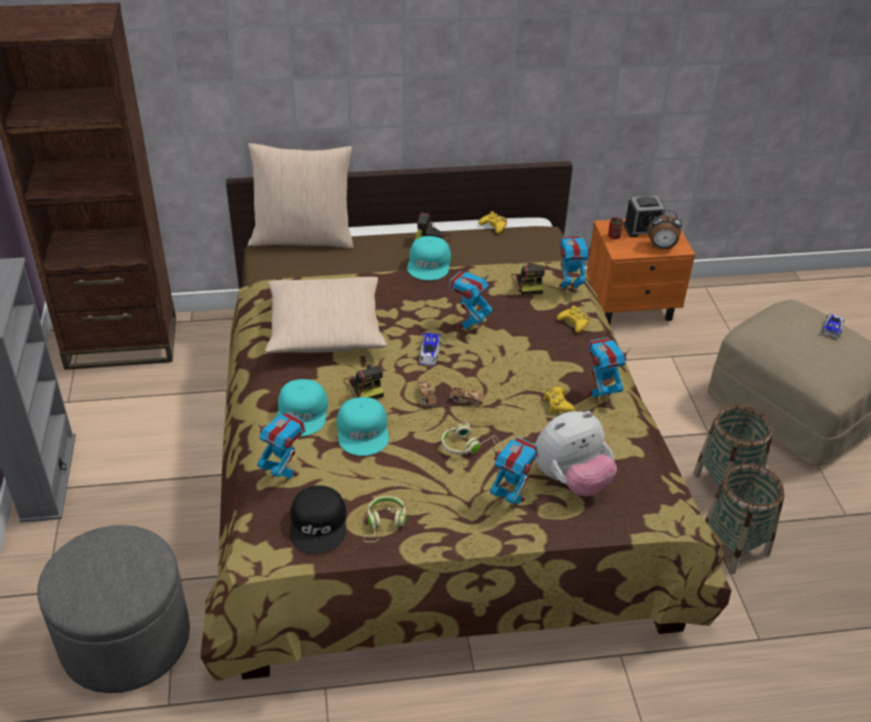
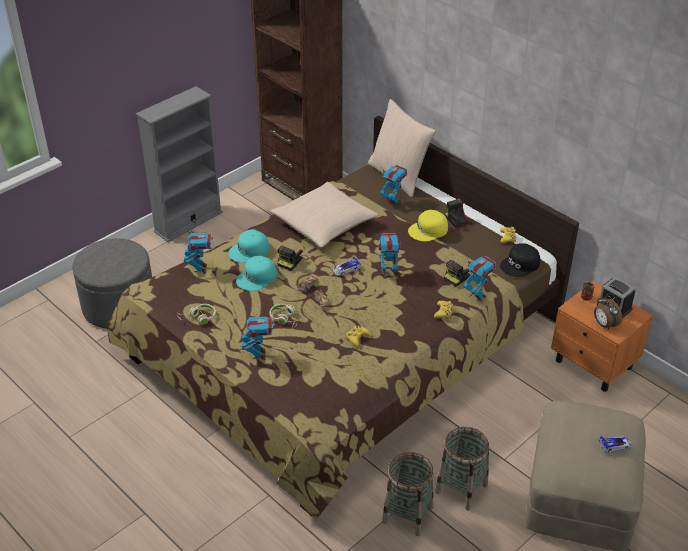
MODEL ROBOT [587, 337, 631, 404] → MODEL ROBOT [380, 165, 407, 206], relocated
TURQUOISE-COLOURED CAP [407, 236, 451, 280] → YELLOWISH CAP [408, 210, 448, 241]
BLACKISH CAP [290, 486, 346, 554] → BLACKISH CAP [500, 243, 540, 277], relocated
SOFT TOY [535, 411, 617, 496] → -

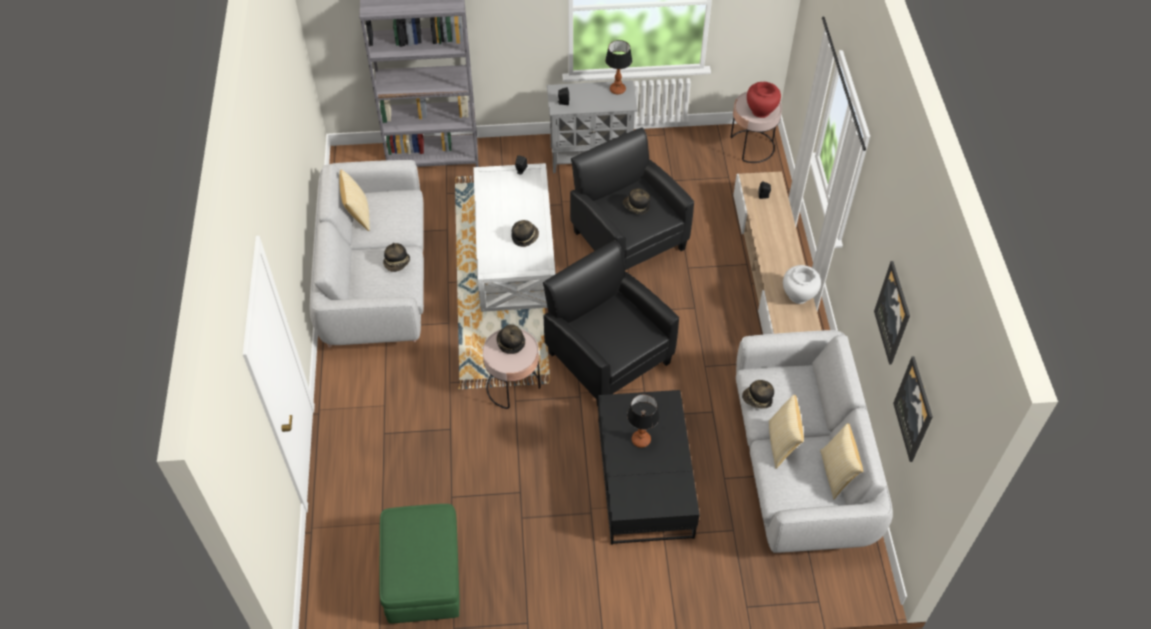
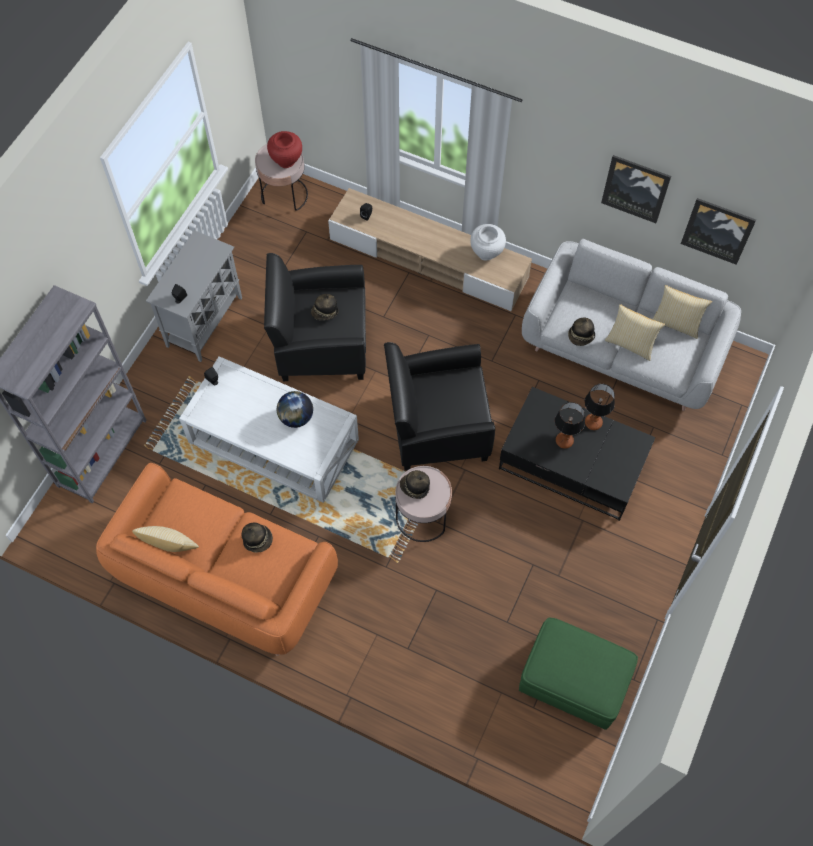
GREY COUCH [310, 160, 424, 348] → ORANGE-COLOURED COUCH [96, 463, 338, 656]
WEARABLE HAT [511, 220, 539, 247] → GLOBE [277, 391, 313, 428]
TABLE LAMP [605, 40, 632, 95] → TABLE LAMP [585, 384, 615, 430], relocated

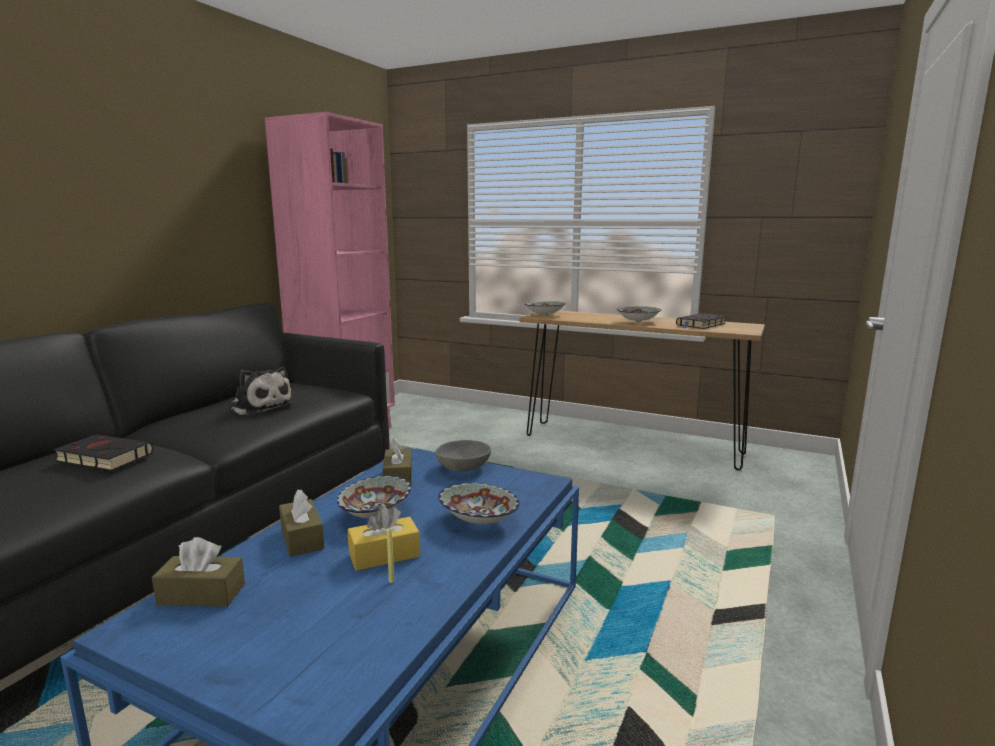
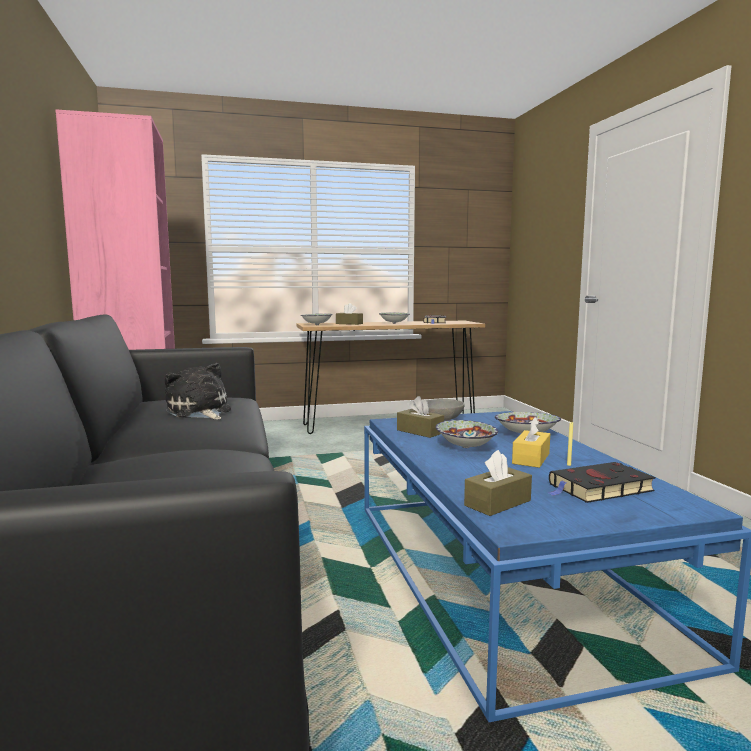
SOFT TOY [229, 367, 294, 415] → SOFT TOY [165, 363, 231, 420], 120 degrees counterclockwise
BROWN BOX OF TISSUES [279, 490, 324, 557] → BROWN BOX OF TISSUES [336, 303, 363, 325], relocated
BLACKISH BOUND BOOK [53, 434, 153, 471] → BLACKISH BOUND BOOK [549, 462, 656, 503], relocated

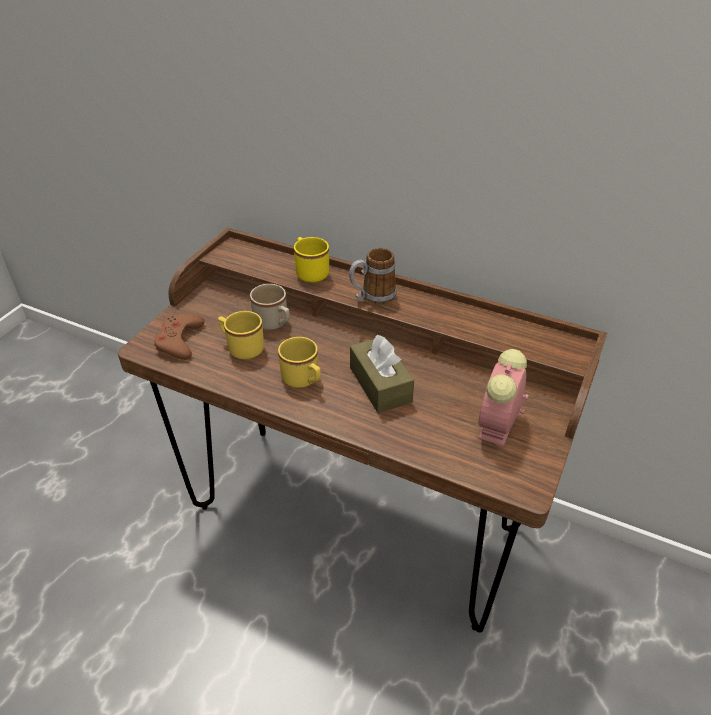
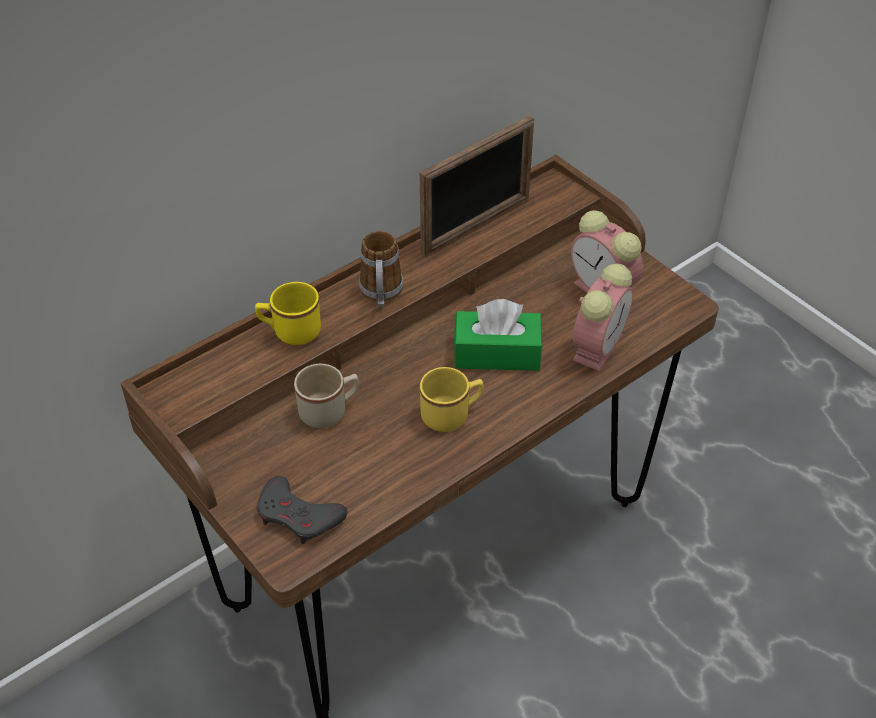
BROWN JOYPAD [154, 313, 204, 360] → GREY JOYPAD [257, 476, 347, 544]
- → PICTURE FRAME [420, 115, 534, 256]
BROWN BOX OF TISSUES [350, 335, 414, 413] → GREEN BOX OF TISSUES [454, 299, 542, 371]
- → BEDSIDE CLOCK [573, 263, 633, 371]
YELLOWISH MUG [218, 311, 264, 360] → -

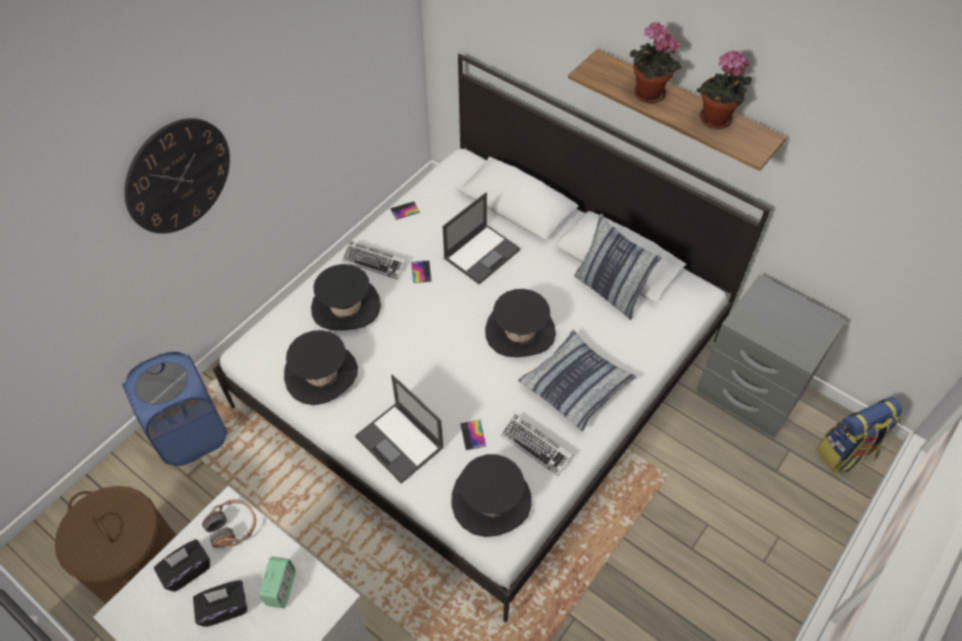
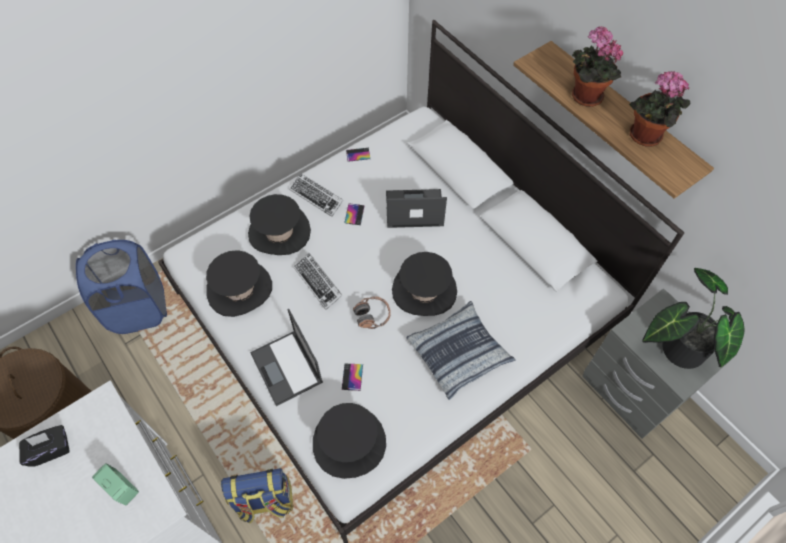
BEDSIDE CLOCK [259, 557, 295, 608] → BEDSIDE CLOCK [92, 463, 139, 505], 75 degrees counterclockwise
RUCKSACK [816, 397, 902, 473] → RUCKSACK [221, 468, 294, 524], relocated
COMPUTER KEYBOARD [501, 414, 573, 476] → COMPUTER KEYBOARD [293, 253, 343, 310], relocated
PAIR OF HEADPHONES [202, 499, 256, 548] → PAIR OF HEADPHONES [353, 296, 391, 329], relocated
NOTEBOOK COMPUTER [443, 192, 520, 284] → NOTEBOOK COMPUTER [386, 189, 447, 228], 150 degrees counterclockwise
- → PLANT IN A POT [642, 268, 744, 369]
WALL CLOCK [124, 118, 230, 234] → -
BLACKISH BOX OF TISSUES [193, 580, 247, 627] → -
CUSHION [574, 213, 662, 320] → -

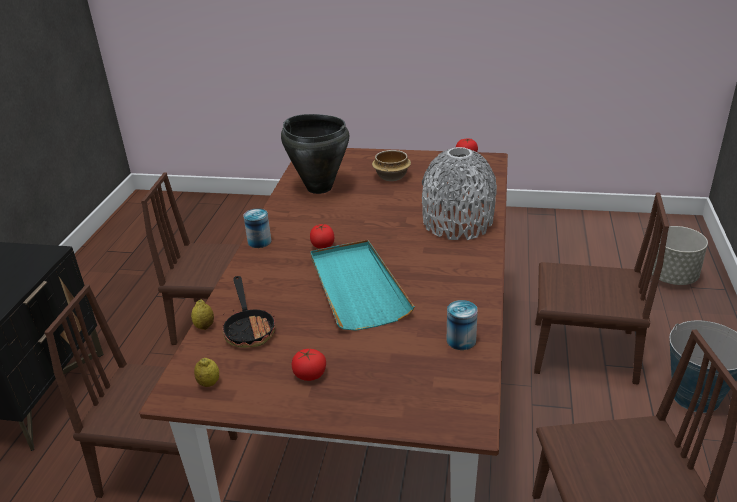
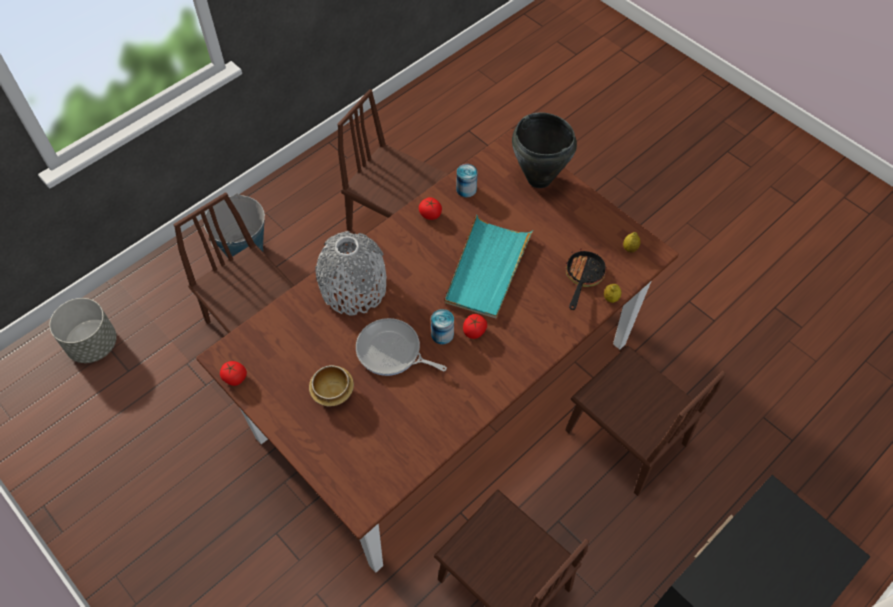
- → PAN [356, 318, 447, 376]
TOMATO [292, 349, 326, 381] → TOMATO [419, 197, 442, 220], relocated
CAN [243, 208, 271, 248] → CAN [431, 309, 454, 344], relocated
BLACKISH COOKING POT [281, 114, 349, 194] → BLACKISH COOKING POT [512, 112, 577, 188], relocated

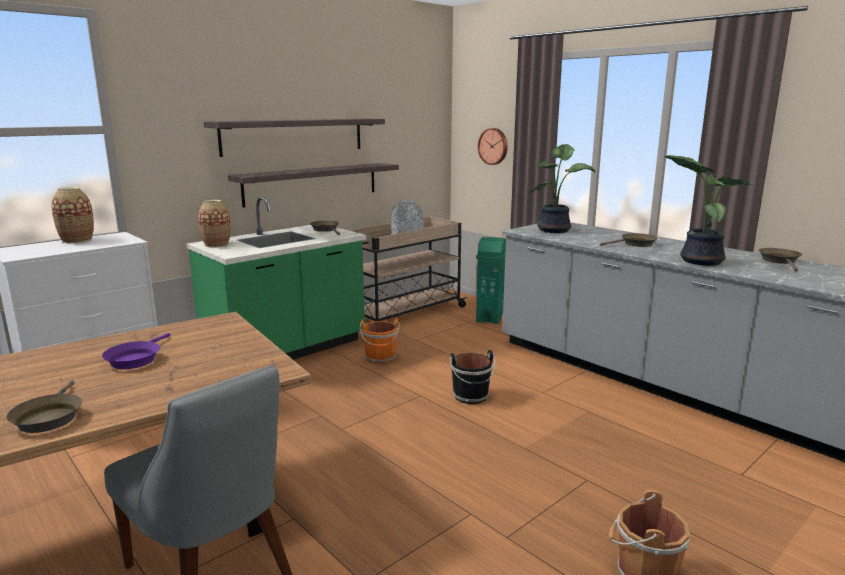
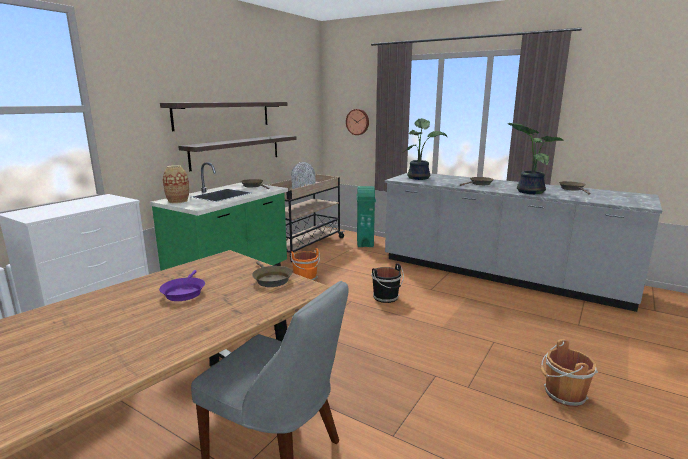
BROWN PAN [6, 380, 82, 433] → BROWN PAN [252, 261, 293, 287], relocated
DECORATIVE VASE [51, 187, 94, 243] → -

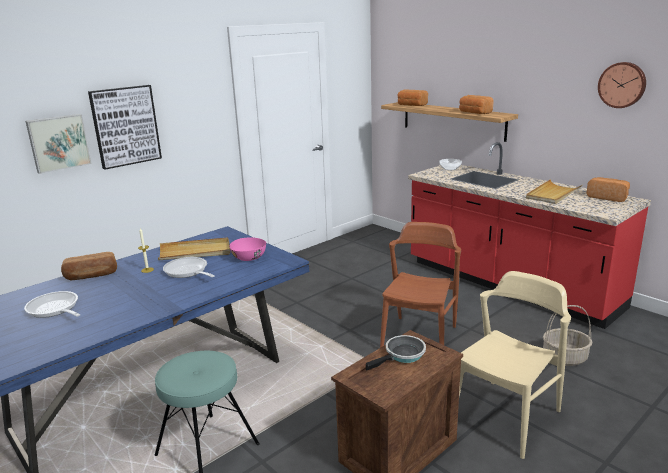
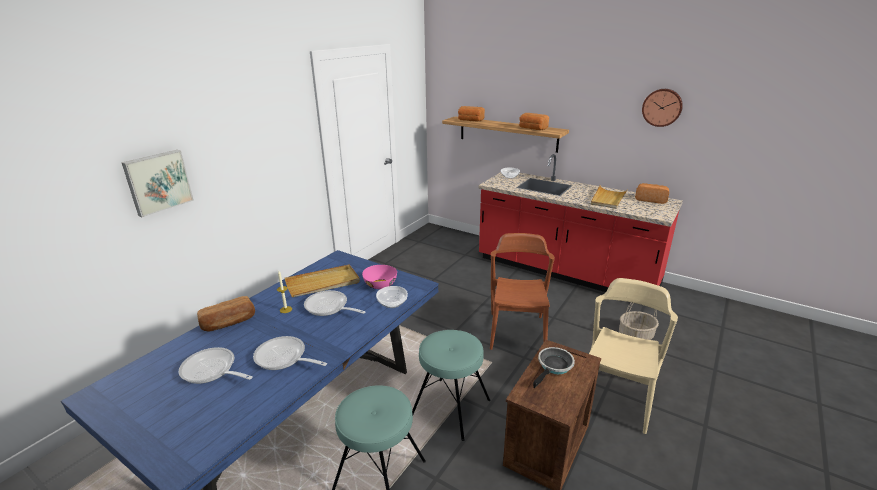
- → PAN [253, 336, 327, 370]
- → BOWL [376, 286, 408, 308]
- → TURQUOISE-COLOURED STOOL SEAT [412, 330, 490, 441]
PICTURE [88, 85, 162, 170] → -

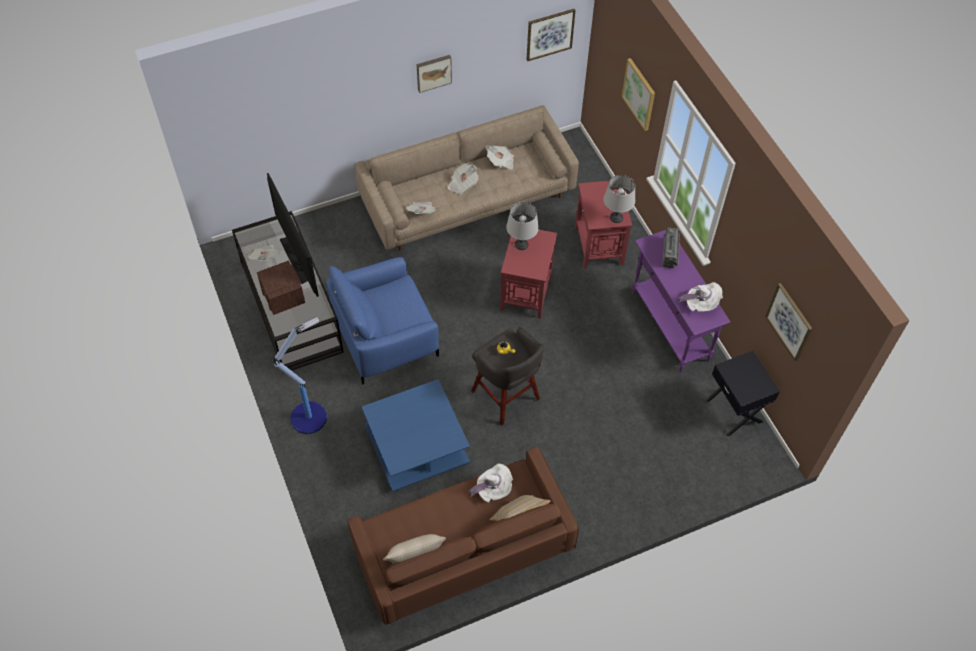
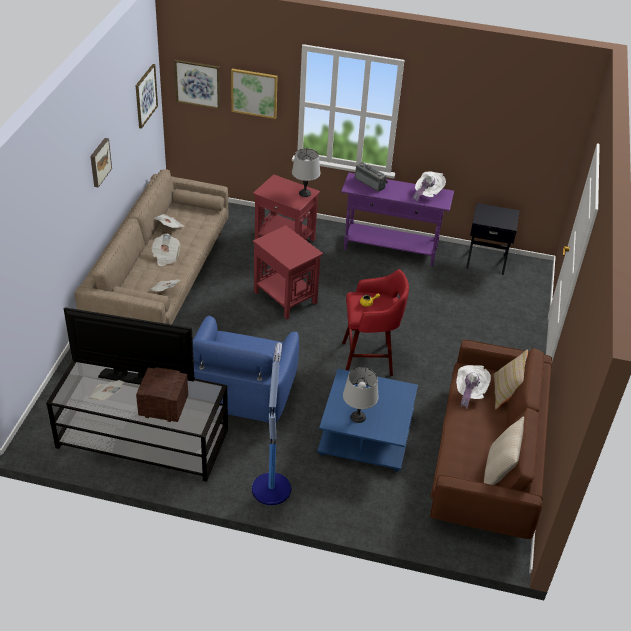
PICTURE [765, 283, 812, 361] → PICTURE [174, 60, 220, 109], relocated
GREY STOOL SEAT [471, 327, 544, 425] → RED-COLOURED STOOL SEAT [342, 269, 409, 376]
GREY TABLE LAMP [506, 202, 539, 250] → GREY TABLE LAMP [343, 367, 379, 423], relocated

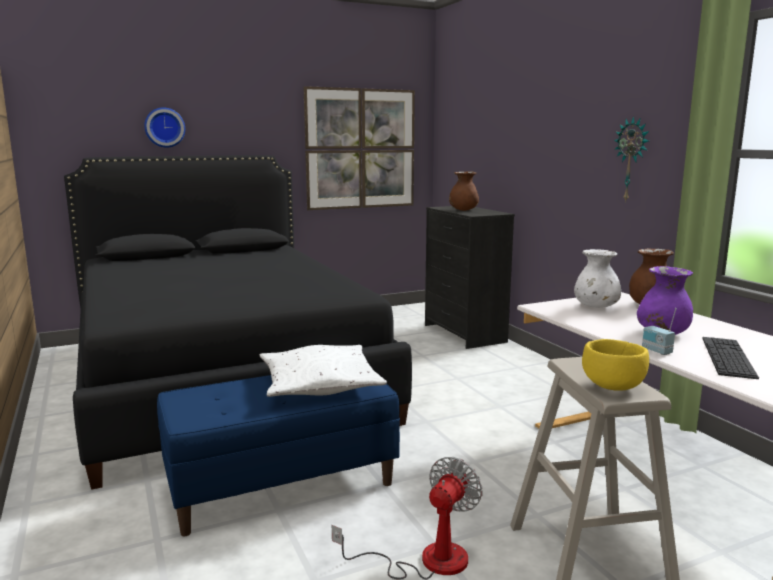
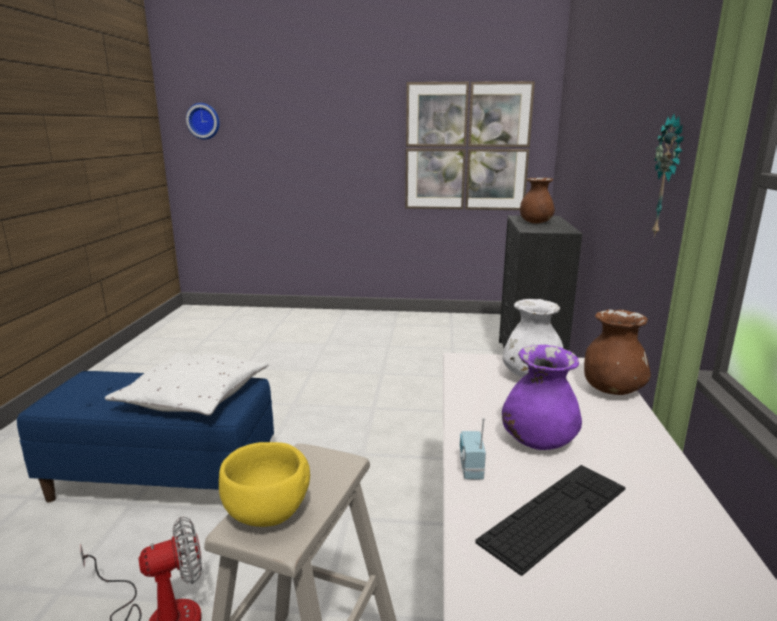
WALL CLOCK [144, 107, 185, 148] → WALL CLOCK [186, 103, 220, 140], relocated
BLACKISH BED [64, 155, 412, 490] → -

